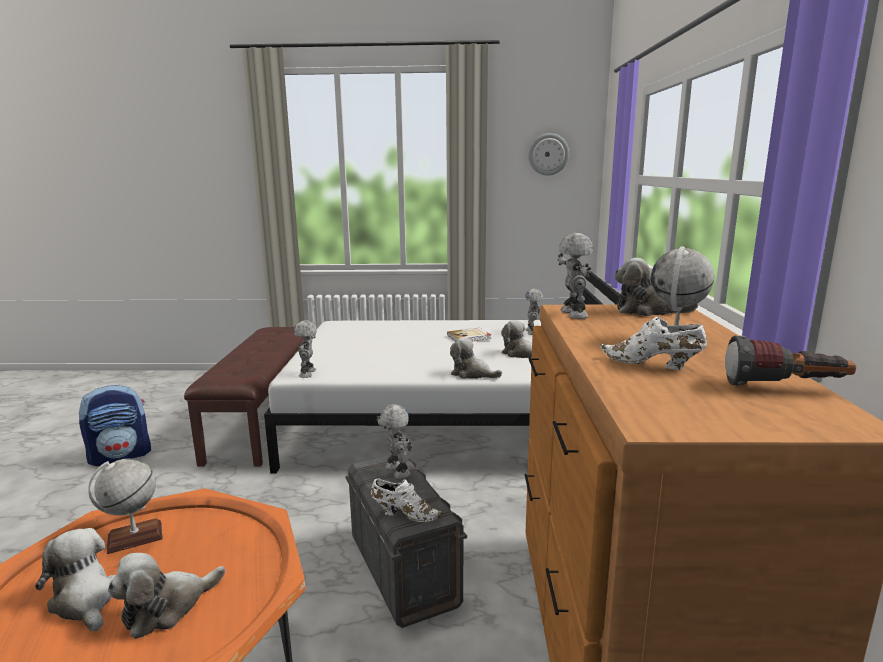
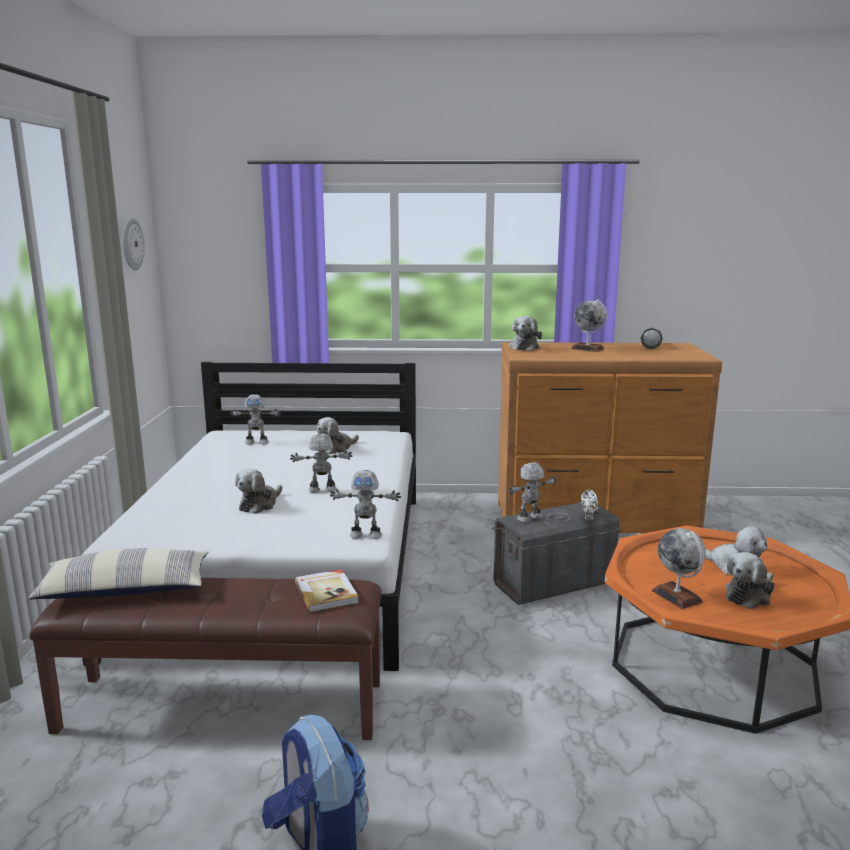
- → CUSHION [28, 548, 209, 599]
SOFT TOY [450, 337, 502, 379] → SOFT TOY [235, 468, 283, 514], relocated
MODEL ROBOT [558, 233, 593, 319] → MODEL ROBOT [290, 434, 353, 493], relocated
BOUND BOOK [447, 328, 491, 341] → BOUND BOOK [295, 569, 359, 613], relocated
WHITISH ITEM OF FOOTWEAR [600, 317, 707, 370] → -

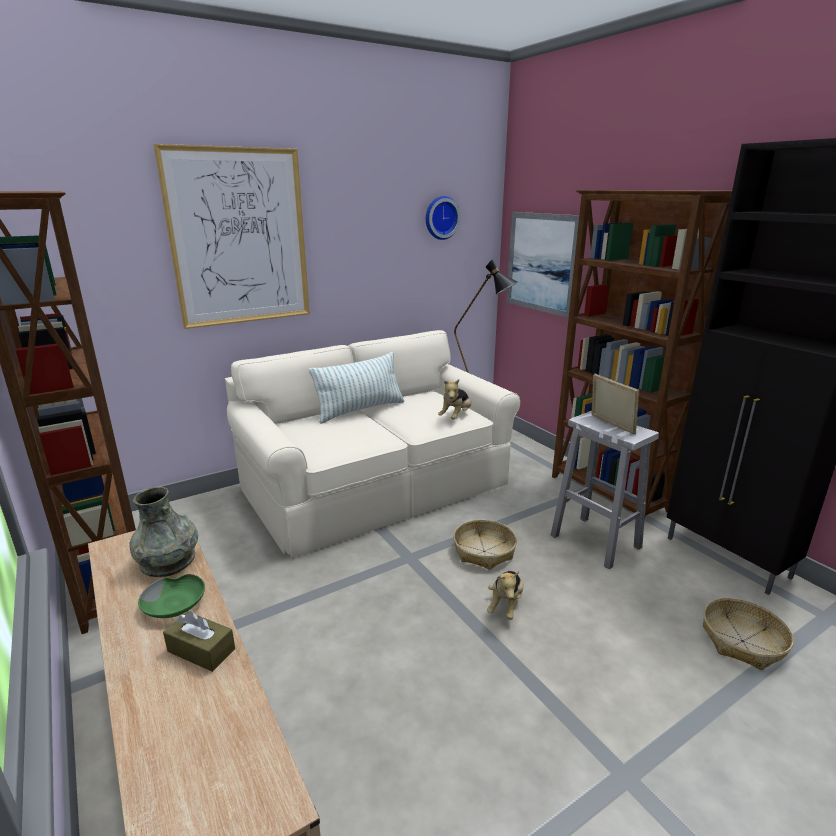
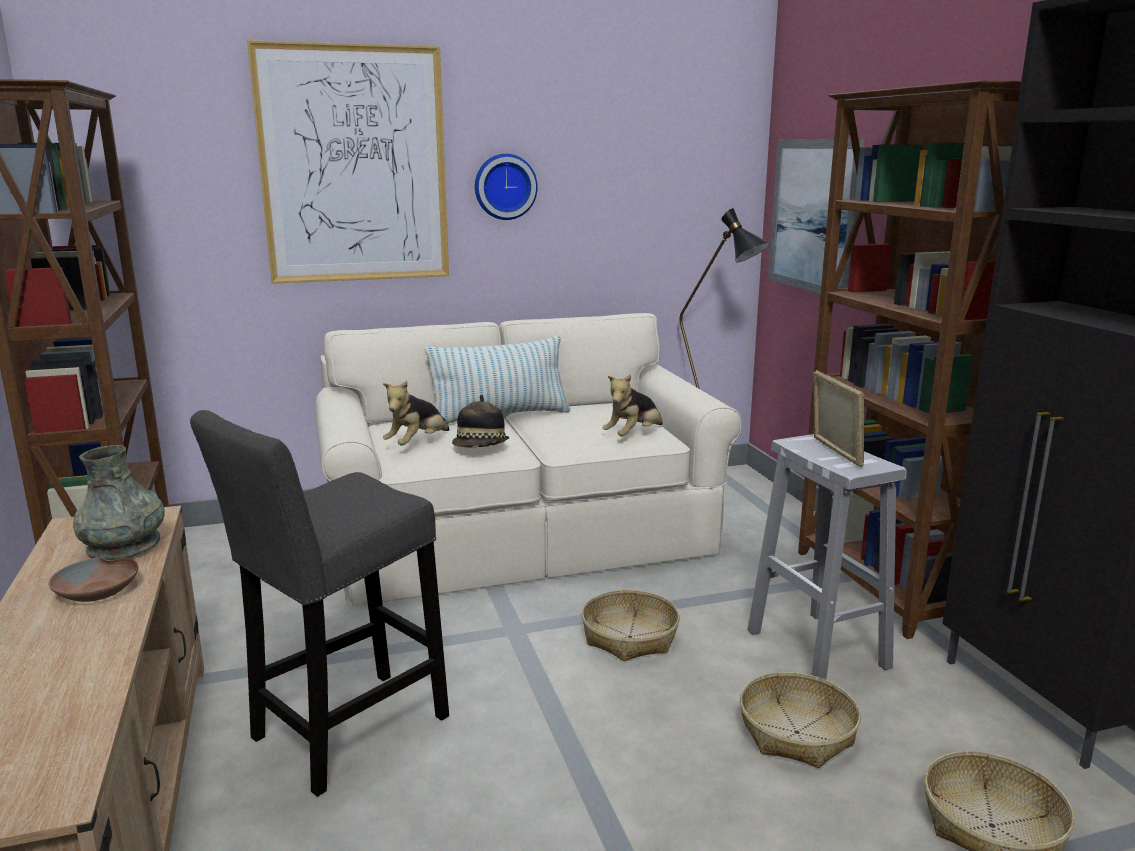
GREEN BOWL [138, 574, 205, 618] → BROWN BOWL [48, 558, 138, 602]
- → GREY STOOL SEAT [190, 410, 449, 797]
SOFT TOY [487, 571, 524, 620] → SOFT TOY [383, 380, 450, 446], relocated
- → WEARABLE HAT [452, 395, 509, 448]
WALL CLOCK [426, 196, 461, 240] → WALL CLOCK [475, 154, 538, 220], relocated
- → BASKET [740, 672, 861, 768]
BROWN BOX OF TISSUES [163, 611, 235, 672] → -

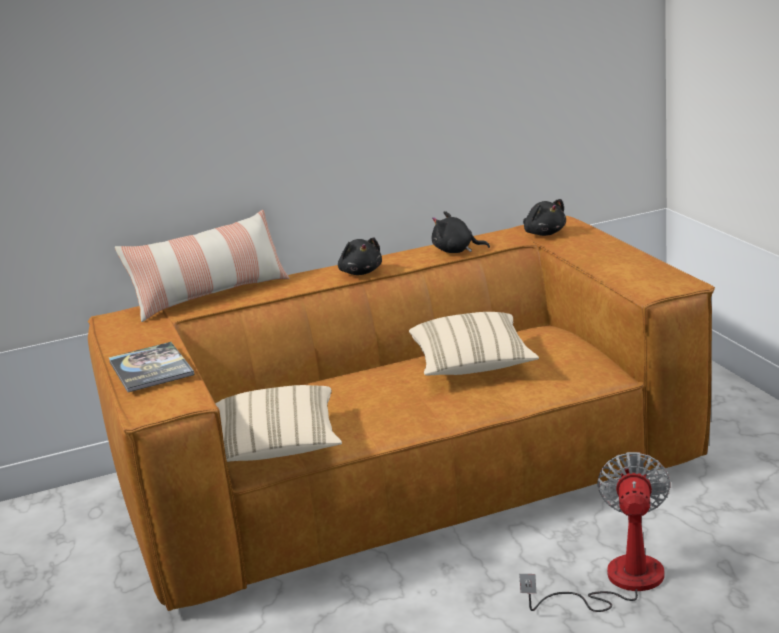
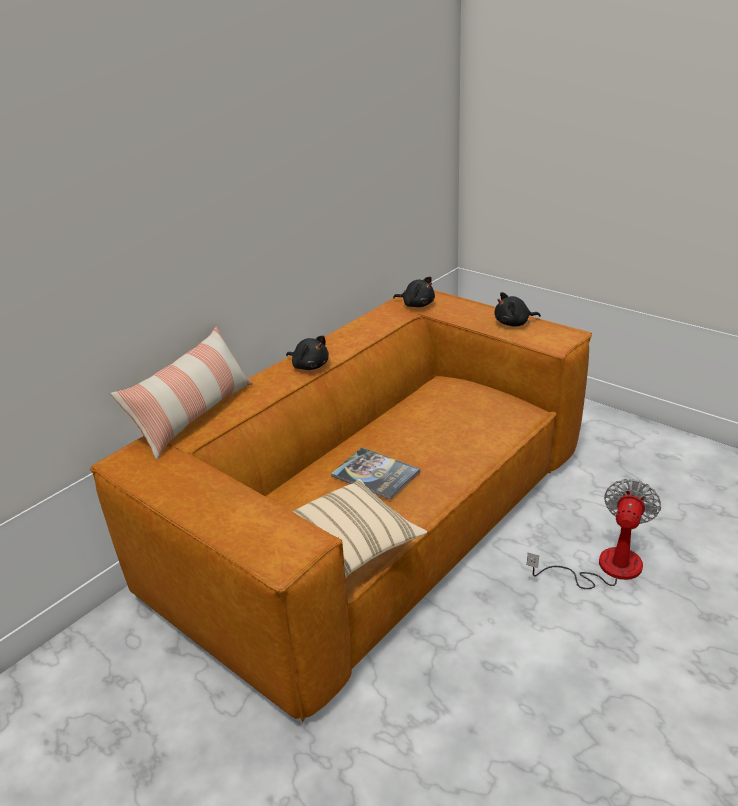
BOUND BOOK [108, 342, 195, 392] → BOUND BOOK [331, 448, 420, 500], relocated
BLACKISH SOFT TOY [432, 211, 490, 253] → BLACKISH SOFT TOY [495, 292, 541, 327], relocated
FAN [519, 452, 671, 612] → FAN [527, 479, 661, 589], 45 degrees clockwise
BEIGE CUSHION [409, 312, 539, 375] → -

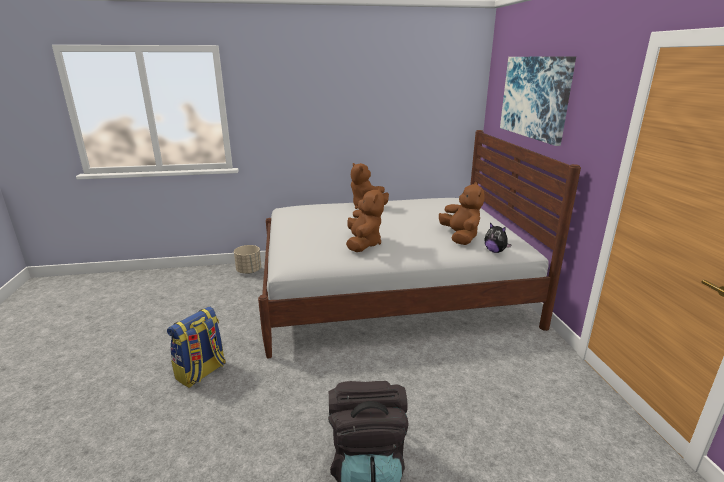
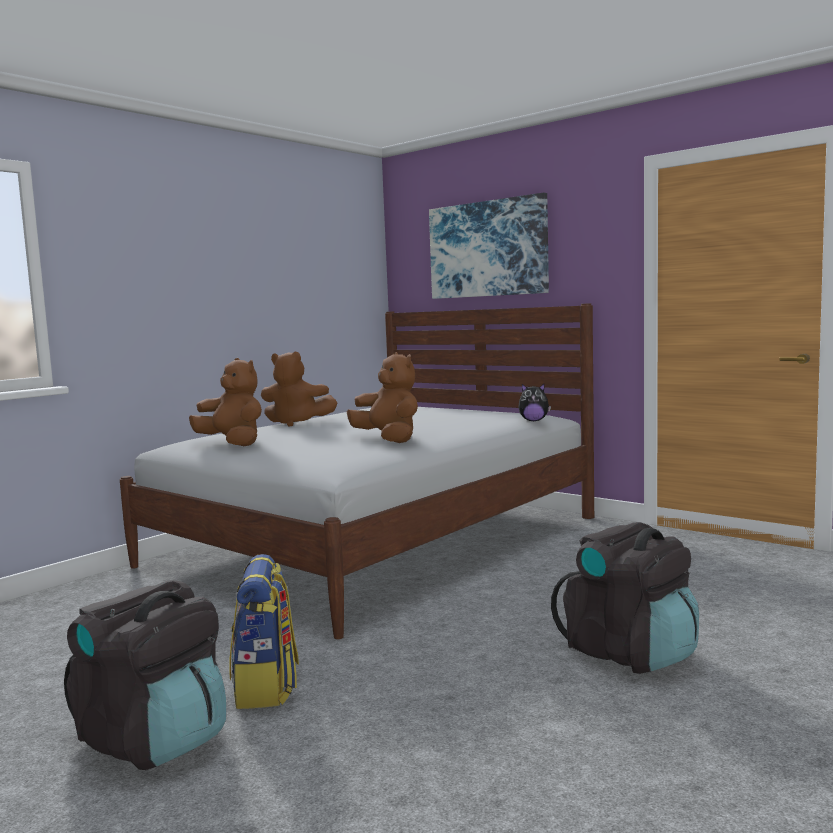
- → BLACKISH RUCKSACK [64, 580, 226, 770]
BROWN SOFT TOY [439, 182, 485, 245] → BROWN SOFT TOY [189, 358, 262, 446], relocated
BEIGE PLANT POT [234, 245, 261, 274] → -

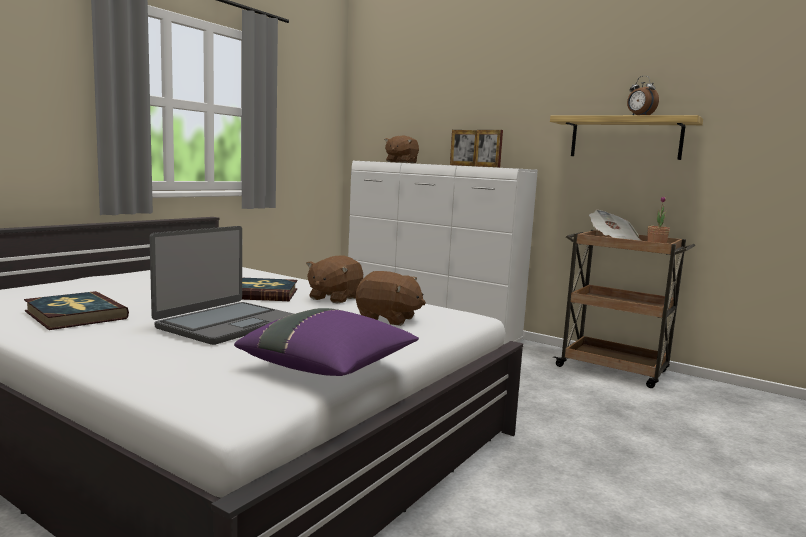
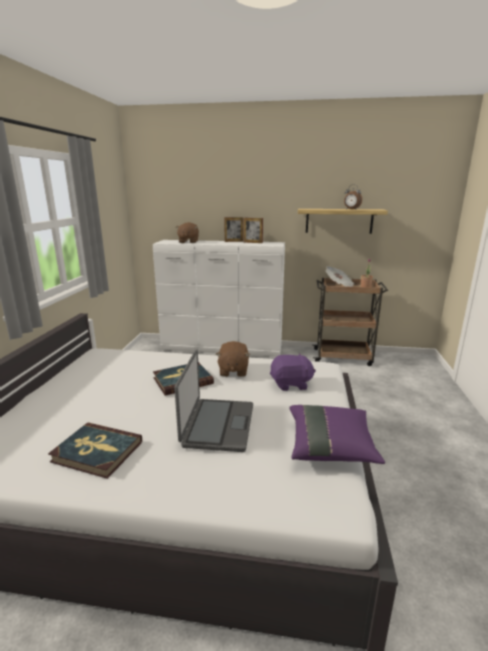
BROWN SOFT TOY [356, 271, 426, 326] → PURPLE SOFT TOY [270, 353, 316, 391]

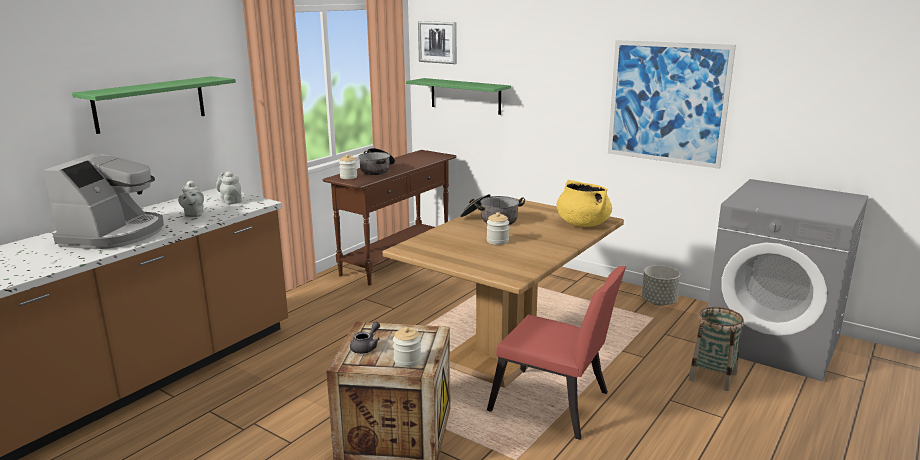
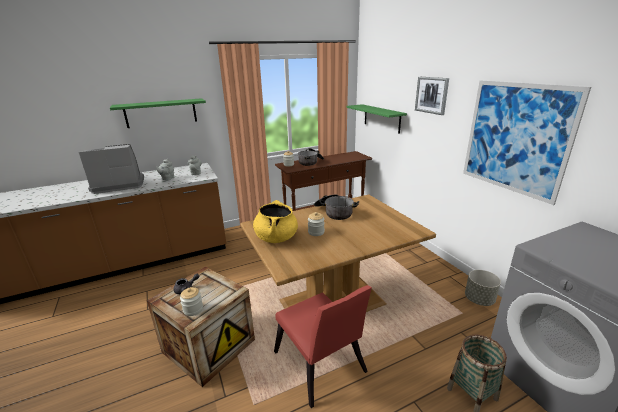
COFFEE MAKER [43, 152, 164, 249] → COFFEE MAKER [79, 144, 144, 194], 150 degrees counterclockwise
YELLOWISH COOKING POT [556, 180, 612, 227] → YELLOWISH COOKING POT [253, 200, 298, 243], relocated
PICTURE [418, 21, 457, 64] → PICTURE [415, 77, 449, 115], relocated

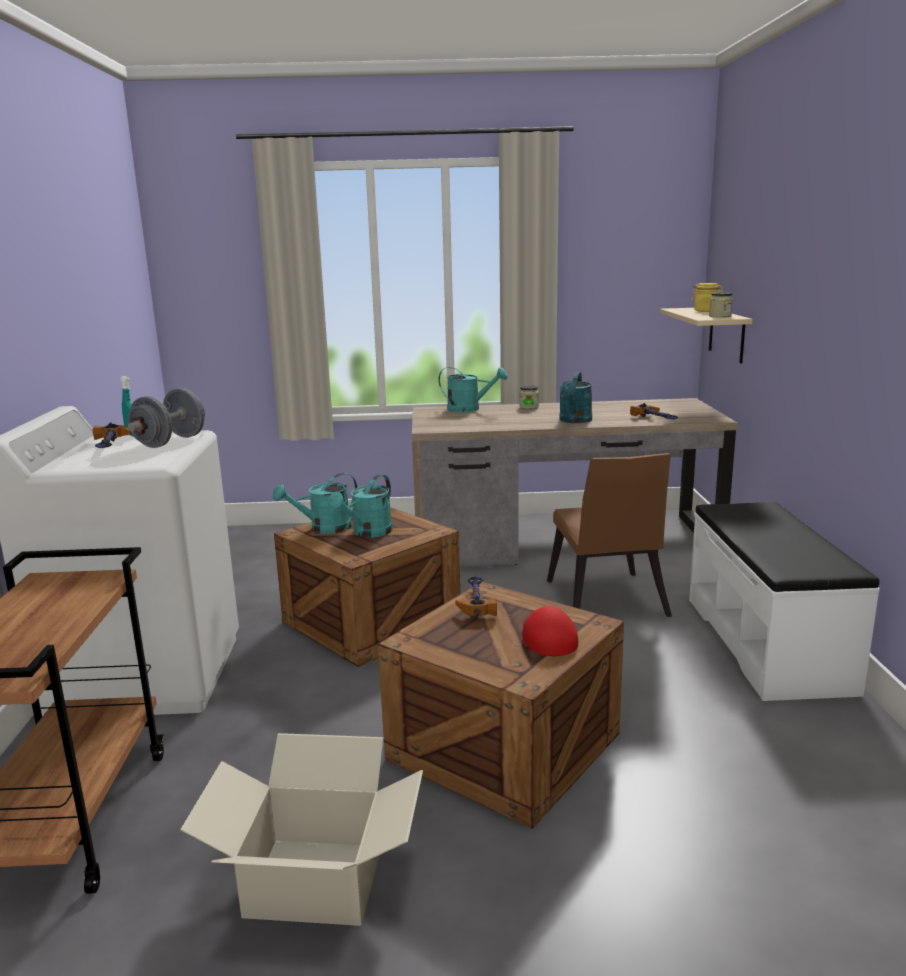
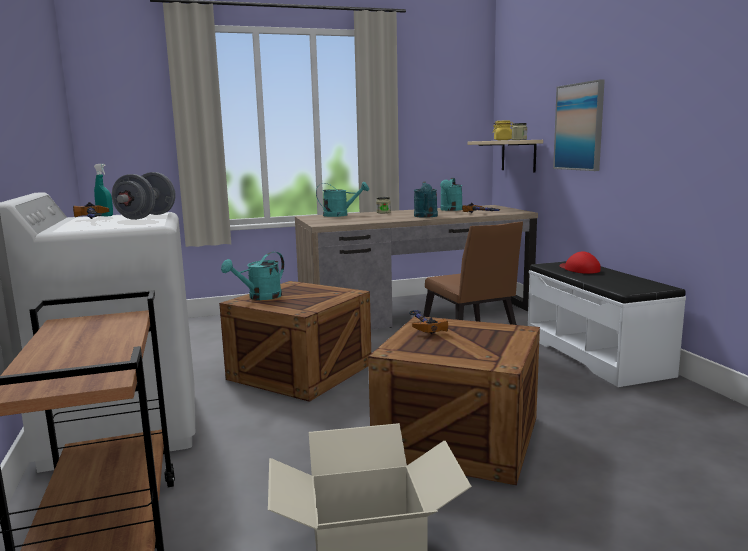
TURQUOISE-COLOURED SPRINKLING CAN [328, 474, 393, 538] → TURQUOISE-COLOURED SPRINKLING CAN [440, 178, 463, 211], relocated
- → PICTURE [553, 79, 605, 171]
RED-COLOURED CAP [522, 606, 578, 656] → RED-COLOURED CAP [560, 251, 601, 274], relocated

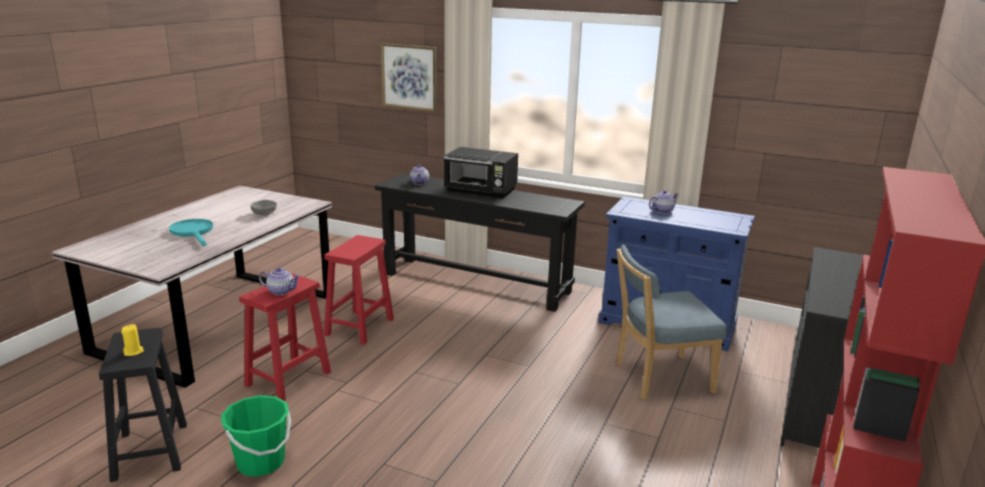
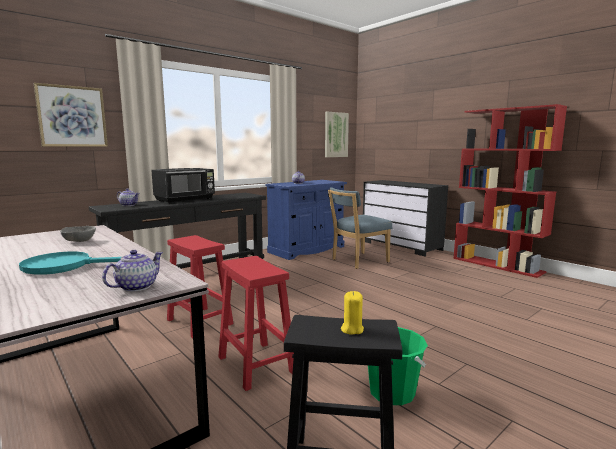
TEA POT [259, 268, 301, 295] → TEA POT [102, 250, 163, 292], relocated
- → PICTURE [325, 112, 349, 157]
BLUISH CHAIR [616, 244, 727, 400] → BLUISH CHAIR [328, 187, 392, 269], 45 degrees clockwise

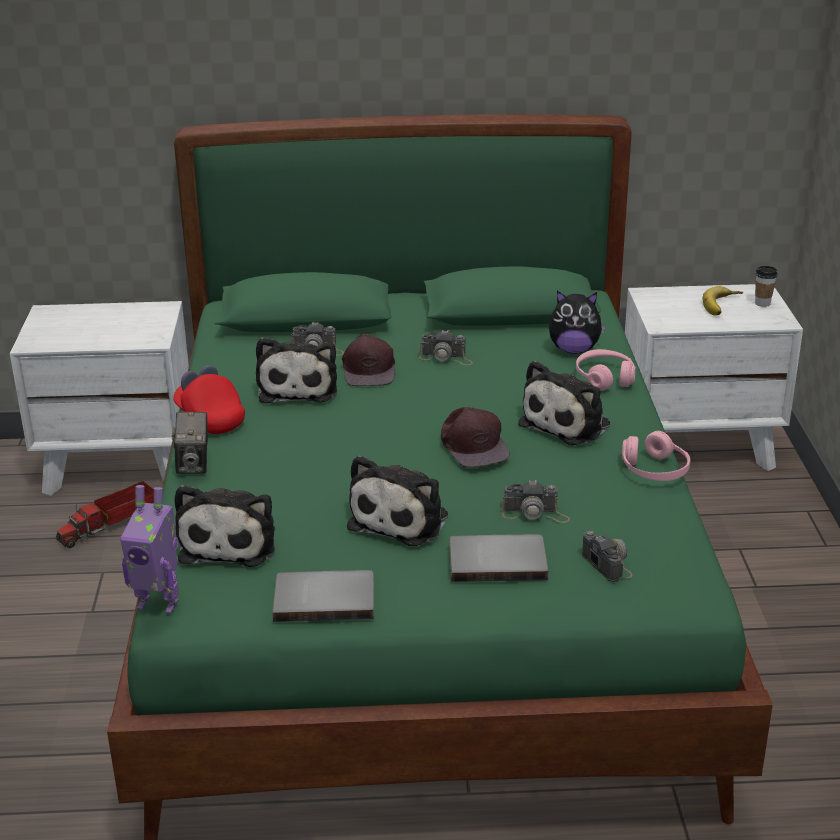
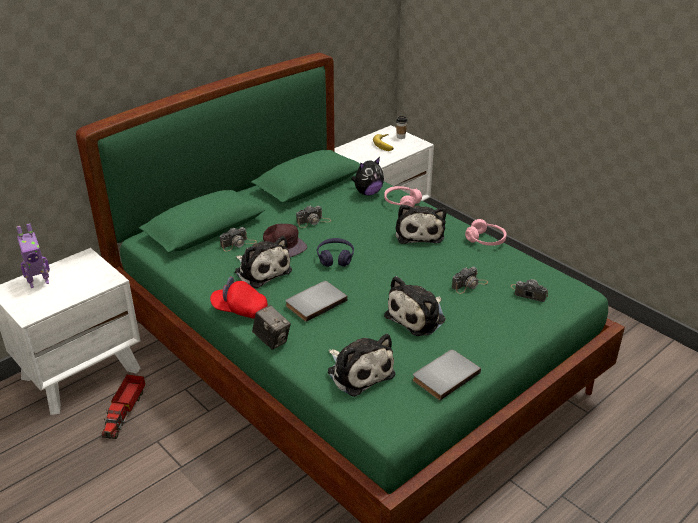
MODEL ROBOT [120, 485, 179, 614] → MODEL ROBOT [16, 223, 50, 288], relocated
GREY BOUND BOOK [449, 534, 548, 582] → GREY BOUND BOOK [285, 281, 348, 322], relocated
- → PURPLE PAIR OF HEADPHONES [317, 238, 354, 267]
SOFT TOY [347, 455, 448, 546] → SOFT TOY [384, 276, 446, 336], 60 degrees clockwise
BROWN CAP [441, 407, 510, 468] → -

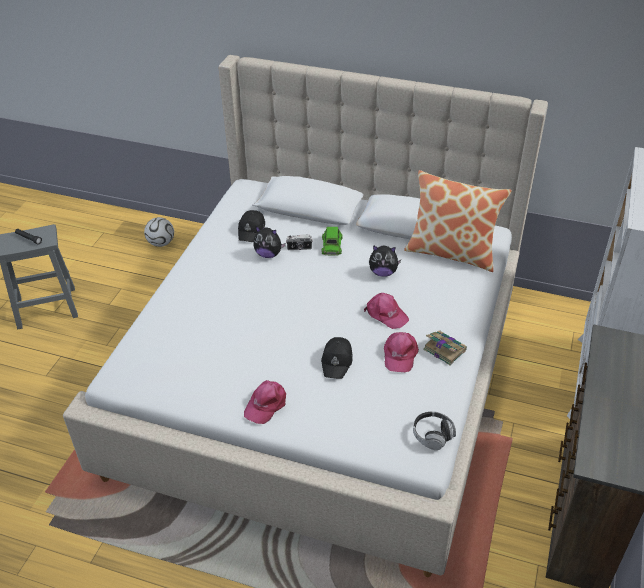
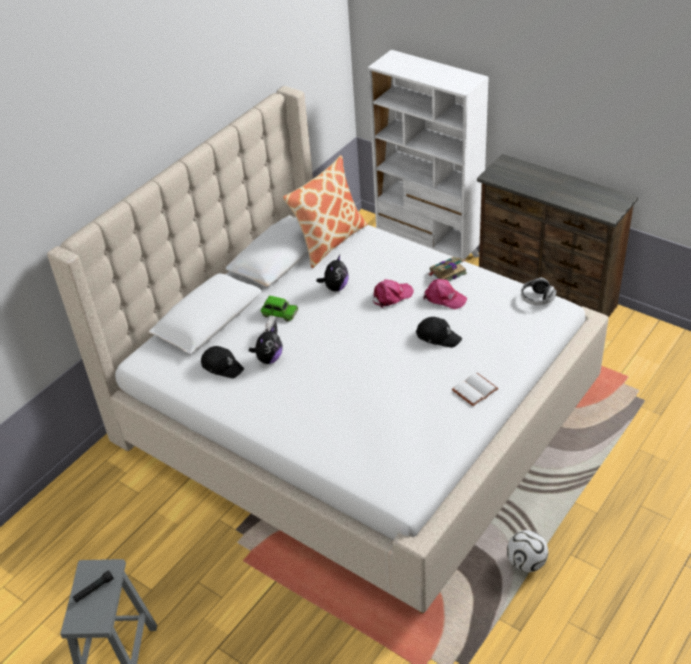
PINK-COLOURED CAP [244, 380, 286, 424] → WHITISH BOUND BOOK [452, 373, 499, 406]
FOOTBALL BALL [144, 217, 174, 247] → FOOTBALL BALL [507, 530, 548, 572], relocated

